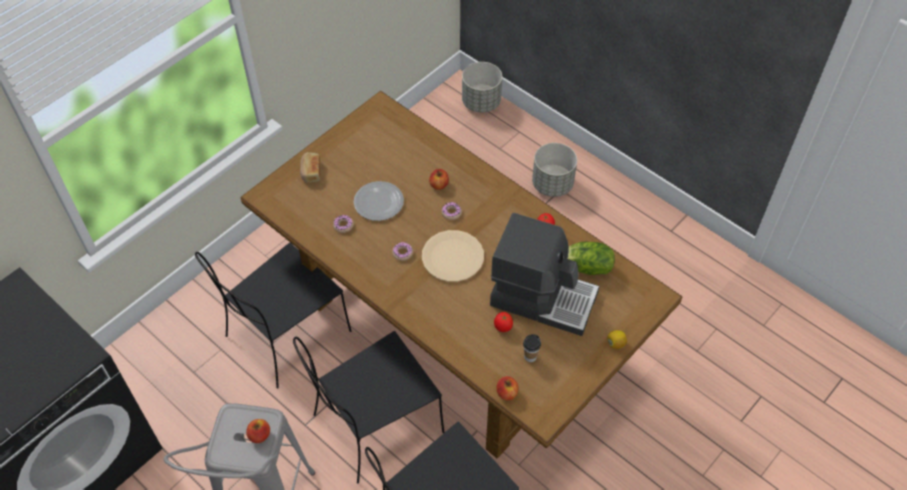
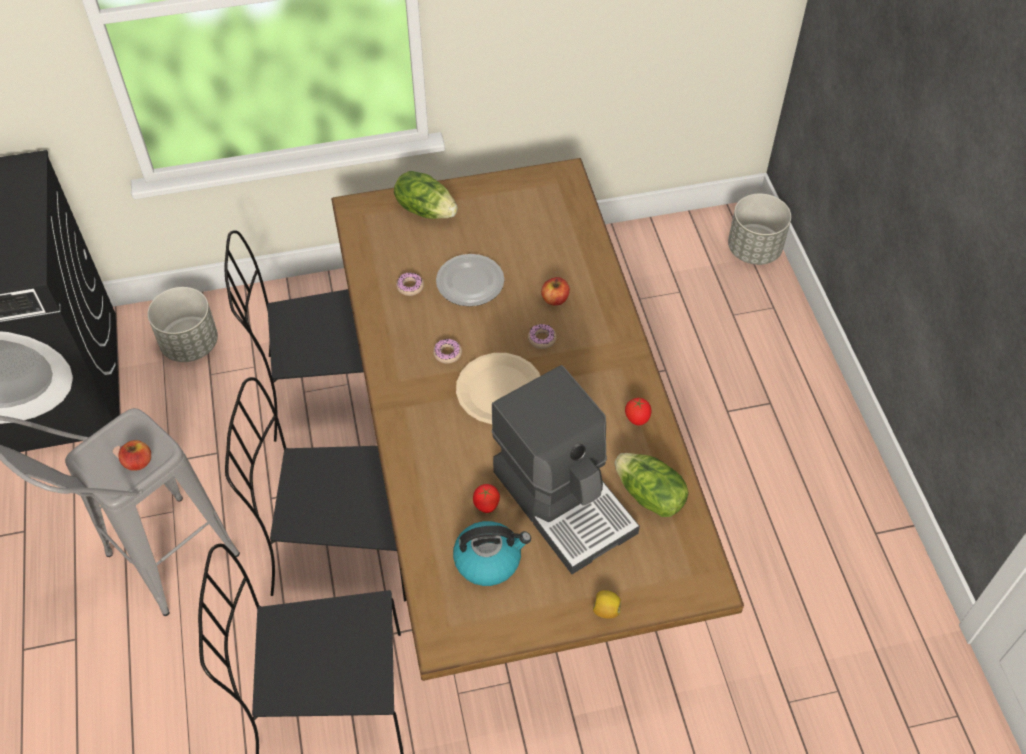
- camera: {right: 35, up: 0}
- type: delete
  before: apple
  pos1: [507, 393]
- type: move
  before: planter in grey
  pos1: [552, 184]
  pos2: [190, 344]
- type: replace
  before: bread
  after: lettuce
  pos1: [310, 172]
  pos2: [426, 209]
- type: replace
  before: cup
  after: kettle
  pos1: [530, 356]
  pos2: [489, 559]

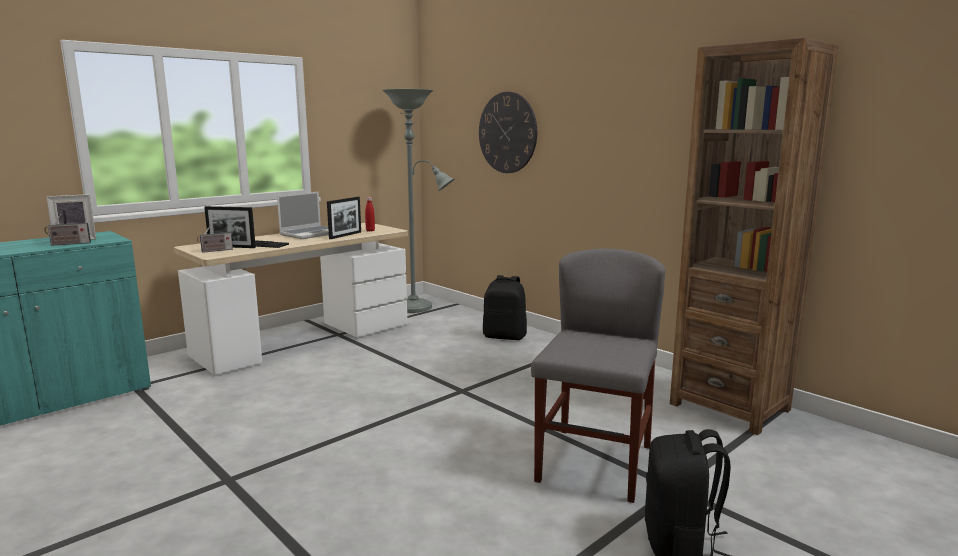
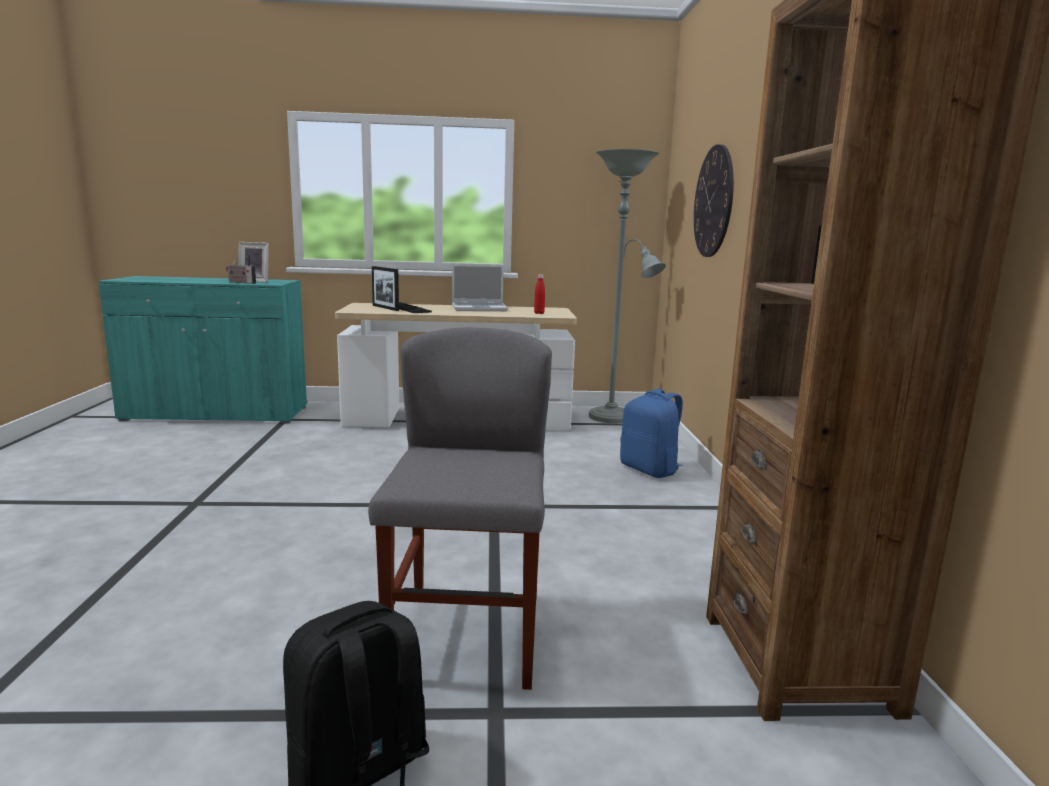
- camera: {right: 40, up: 0}
- type: delete
  before: radio
  pos1: [215, 250]
- type: delete
  before: picture frame
  pos1: [345, 235]
- type: recolor
  before: backpack in black
  after: backpack in blue
  pos1: [505, 336]
  pos2: [650, 470]
- type: rotate
  before: chair in grey
  pos1: [594, 463]
  pos2: [467, 634]
  turn: -60

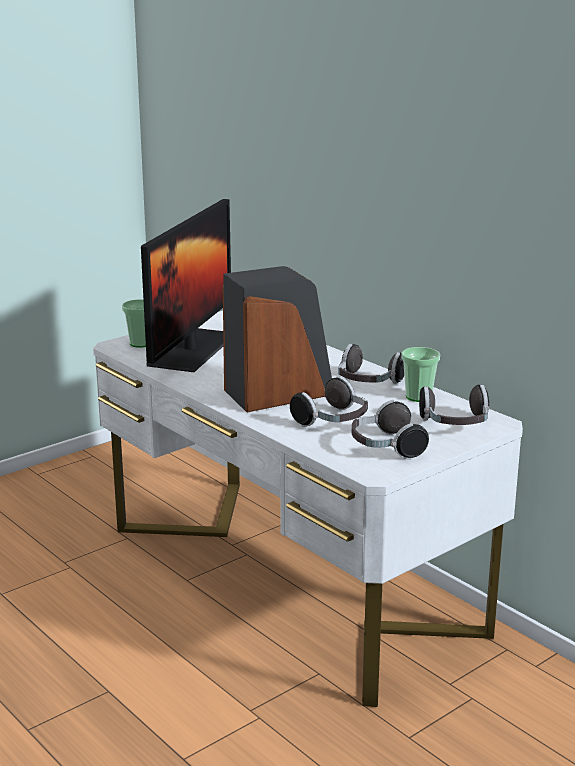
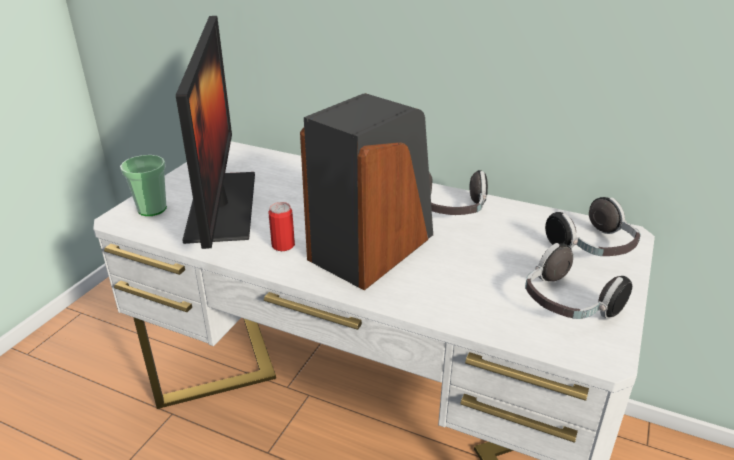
- camera: {right: -25, up: 10}
- type: delete
  before: headphones
  pos1: [333, 421]
- type: delete
  before: cup
  pos1: [418, 397]
- type: insert
  after: can
  pos2: [283, 245]

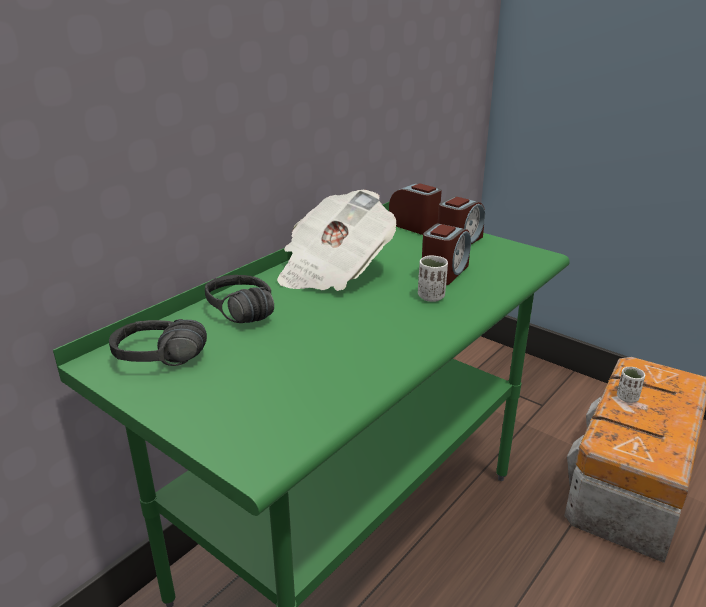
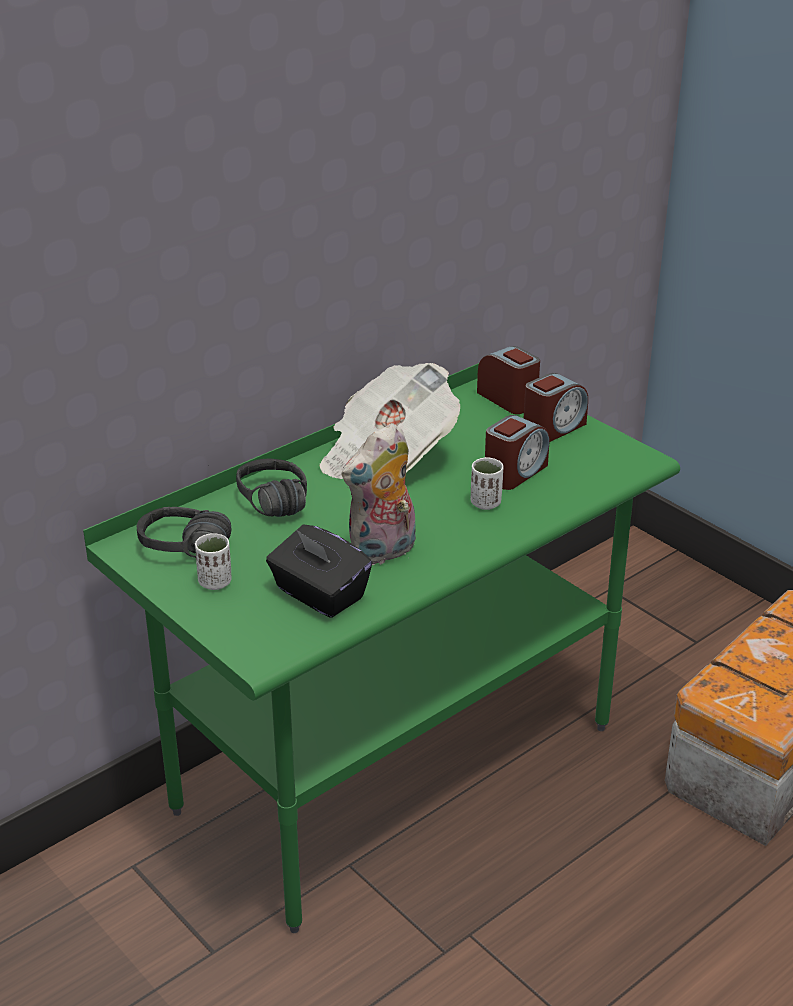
- camera: {right: 10, up: 5}
- type: insert
  after: tissue box in black
  pos2: [319, 594]
- type: insert
  after: plush toy
  pos2: [383, 552]
- type: move
  before: cup in white
  pos1: [627, 398]
  pos2: [215, 582]

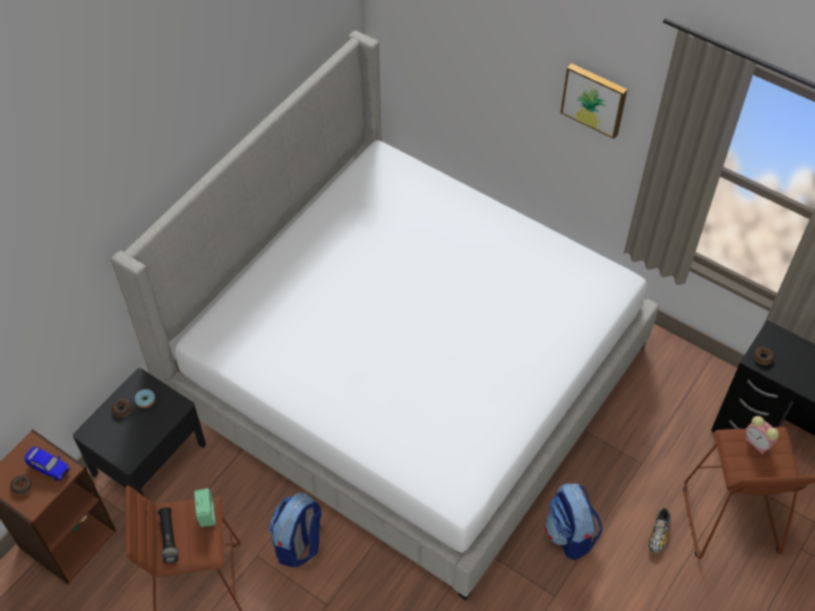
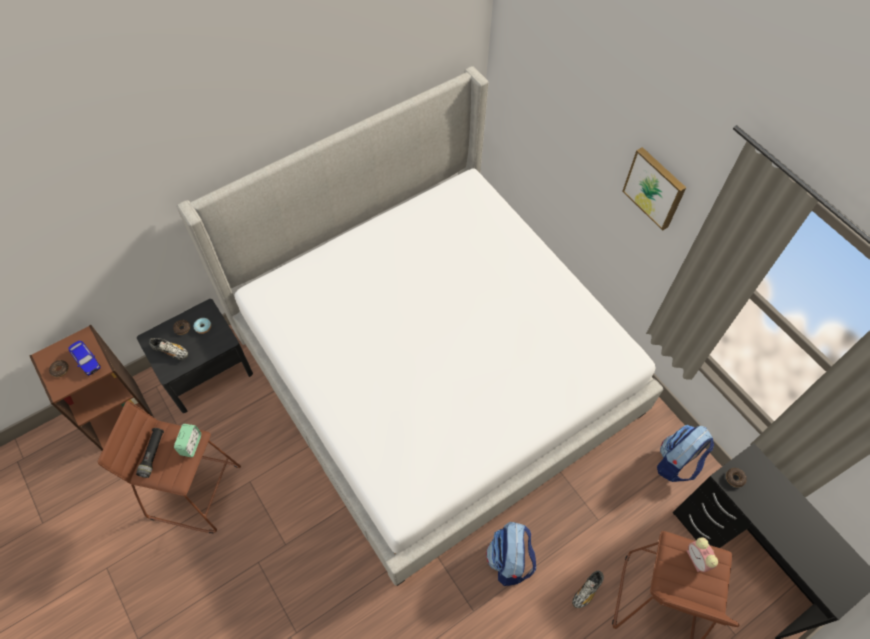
- camera: {right: 20, up: 5}
- type: insert
  after: shoe
  pos2: [171, 351]
- type: move
  before: backpack
  pos1: [299, 544]
  pos2: [676, 463]

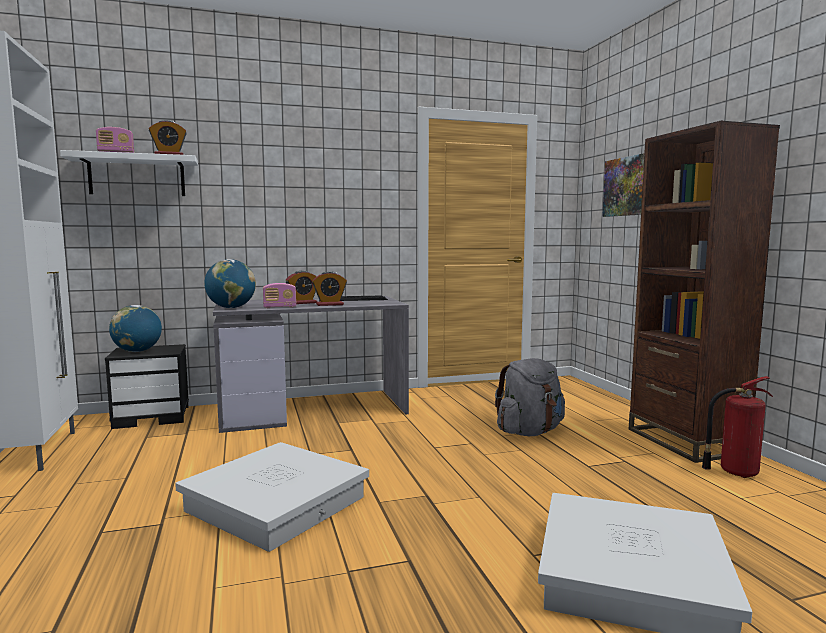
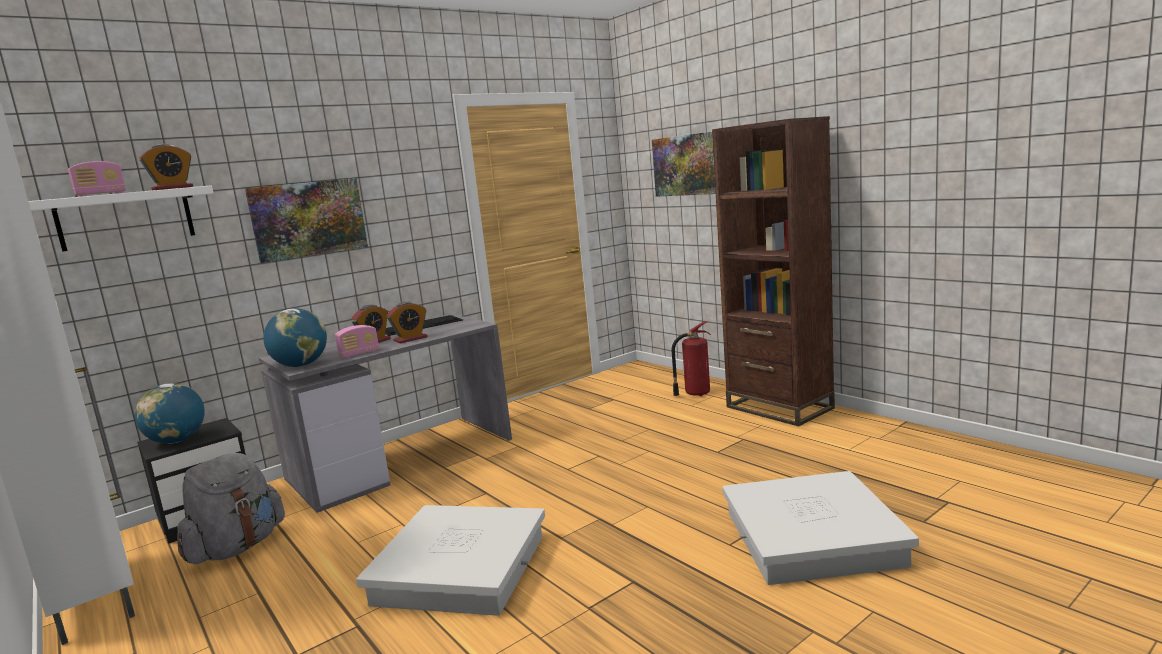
- camera: {right: -20, up: 5}
- type: insert
  after: picture
  pos2: [308, 219]
- type: move
  before: backpack in grey
  pos1: [529, 432]
  pos2: [237, 548]
- type: move
  before: fire extinguisher
  pos1: [735, 472]
  pos2: [695, 393]

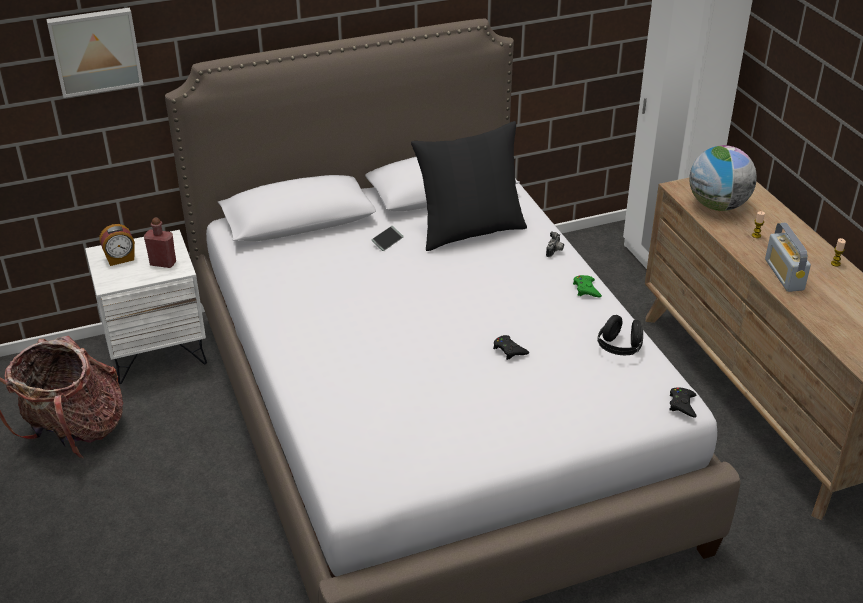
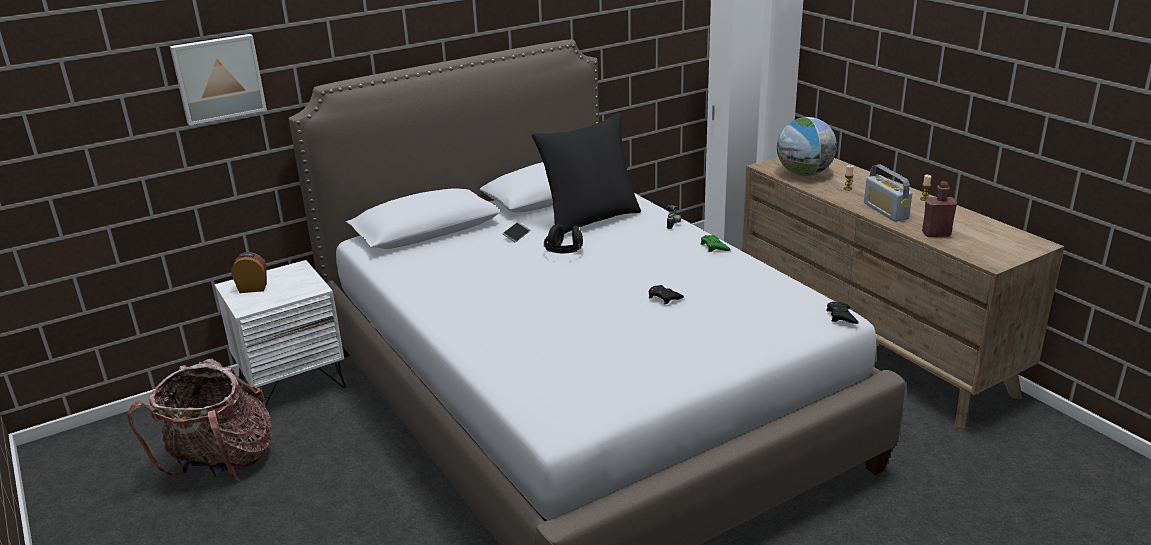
- camera: {right: -10, up: -10}
- type: move
  before: bottle in red
  pos1: [163, 263]
  pos2: [936, 234]
- type: move
  before: headphones in black
  pos1: [619, 348]
  pos2: [564, 252]
- type: rotate
  before: alarm clock
  pos1: [120, 259]
  pos2: [253, 288]
  turn: -150

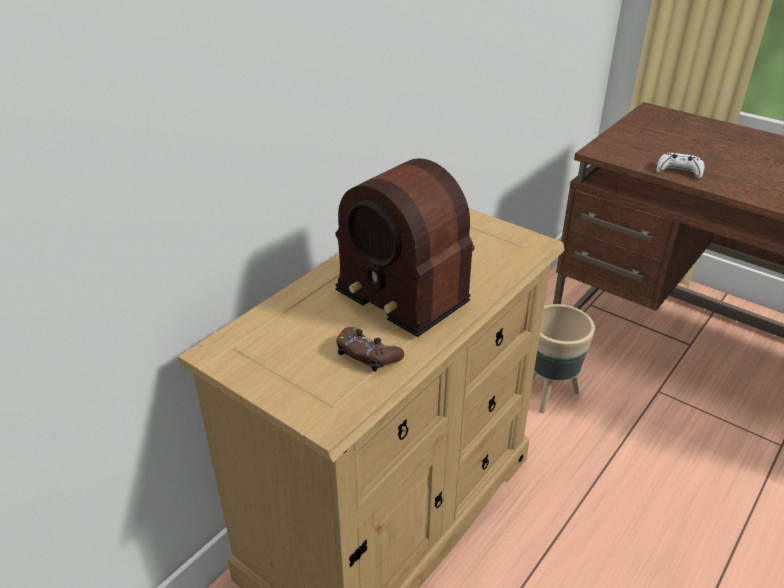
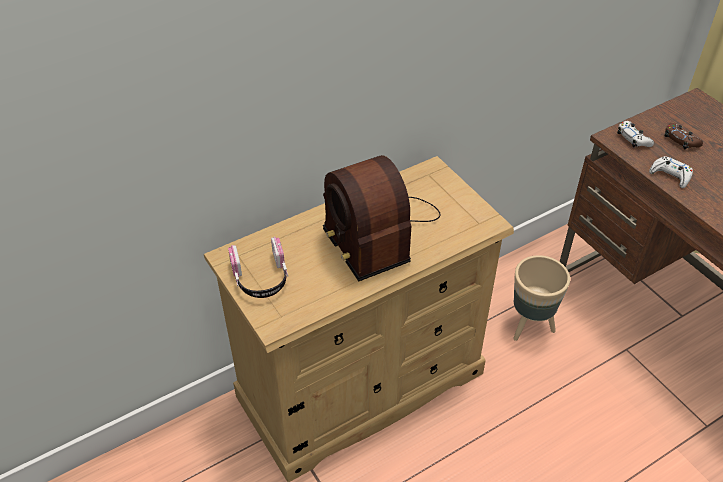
- camera: {right: 20, up: 10}
- type: insert
  after: headphones
  pos2: [261, 278]
- type: insert
  after: game controller in white
  pos2: [633, 139]
- type: move
  before: game controller in brown
  pos1: [368, 355]
  pos2: [681, 140]

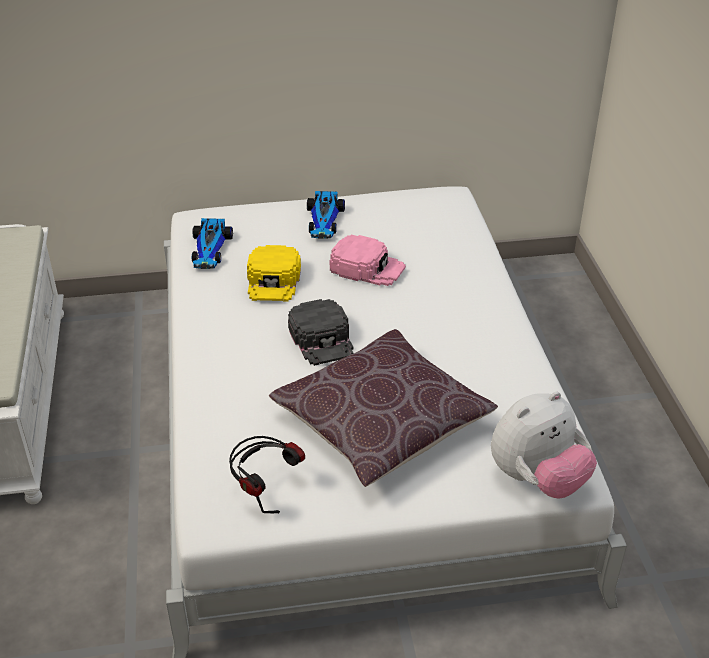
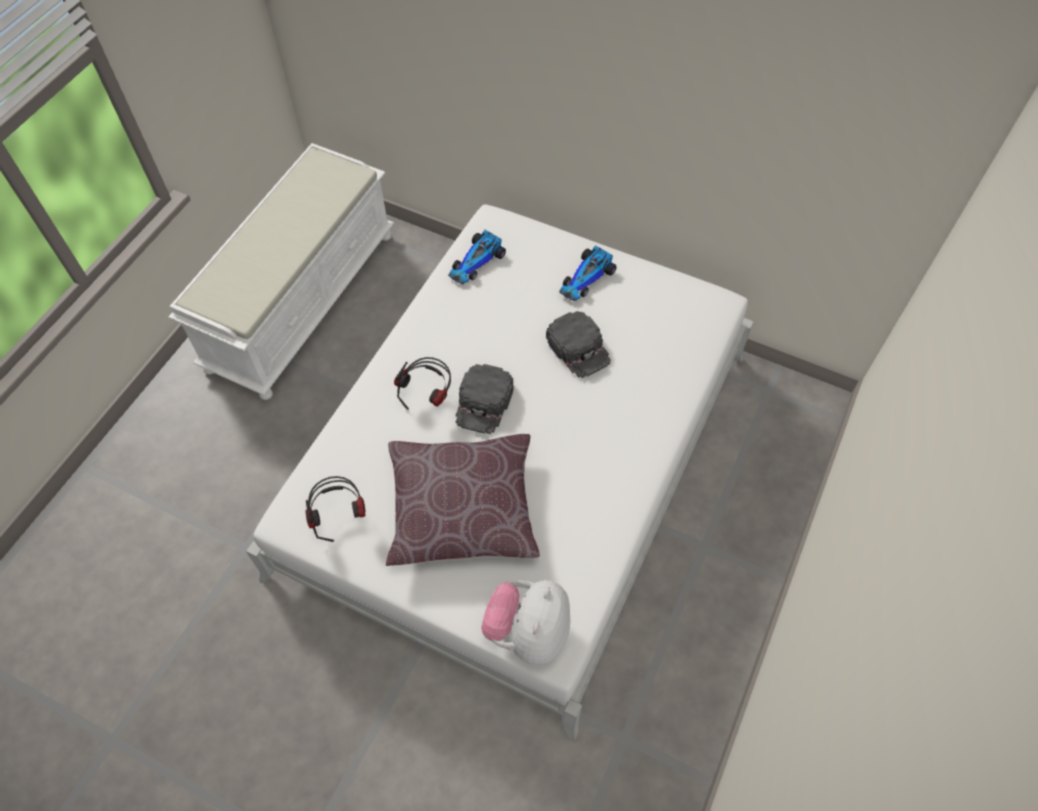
- camera: {right: 35, up: 20}
- type: delete
  before: cap in yellow
  pos1: [274, 280]
- type: insert
  after: headphones
  pos2: [428, 396]
- type: recolor
  before: cap in pink
  after: cap in black
  pos1: [367, 267]
  pos2: [579, 348]
- type: rotate
  before: plush toy
  pos1: [537, 479]
  pos2: [528, 632]
  turn: 105

